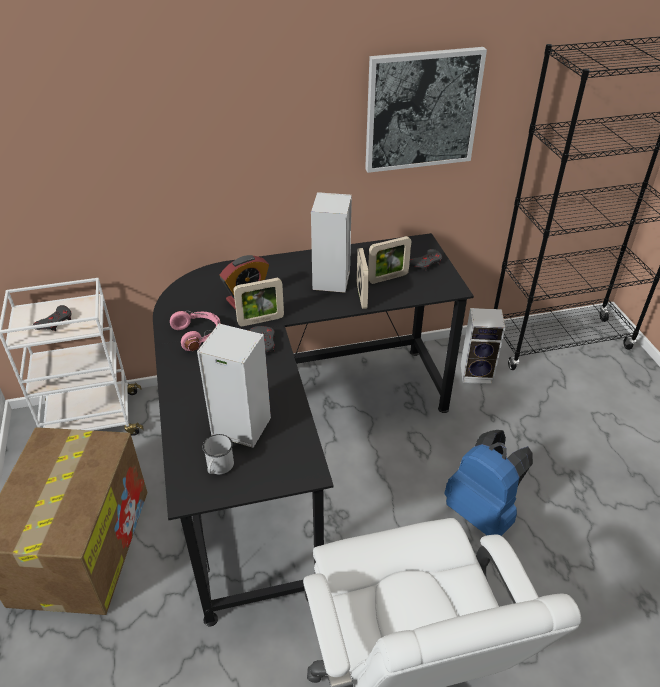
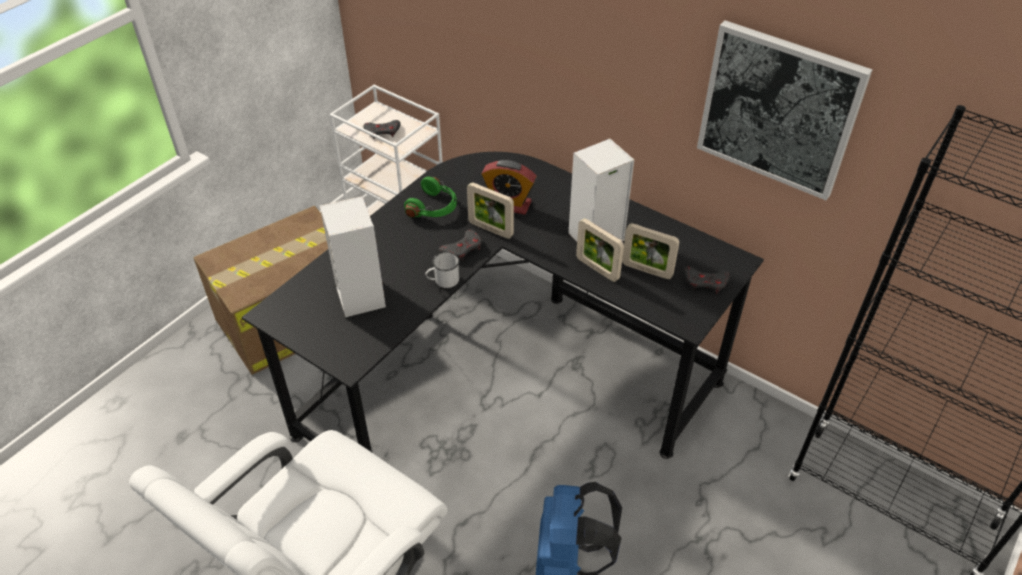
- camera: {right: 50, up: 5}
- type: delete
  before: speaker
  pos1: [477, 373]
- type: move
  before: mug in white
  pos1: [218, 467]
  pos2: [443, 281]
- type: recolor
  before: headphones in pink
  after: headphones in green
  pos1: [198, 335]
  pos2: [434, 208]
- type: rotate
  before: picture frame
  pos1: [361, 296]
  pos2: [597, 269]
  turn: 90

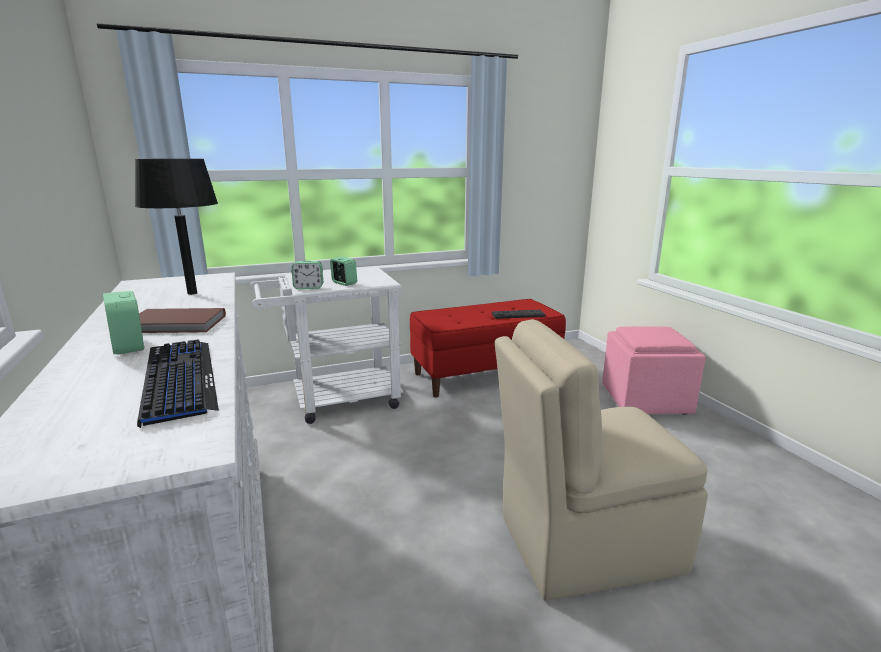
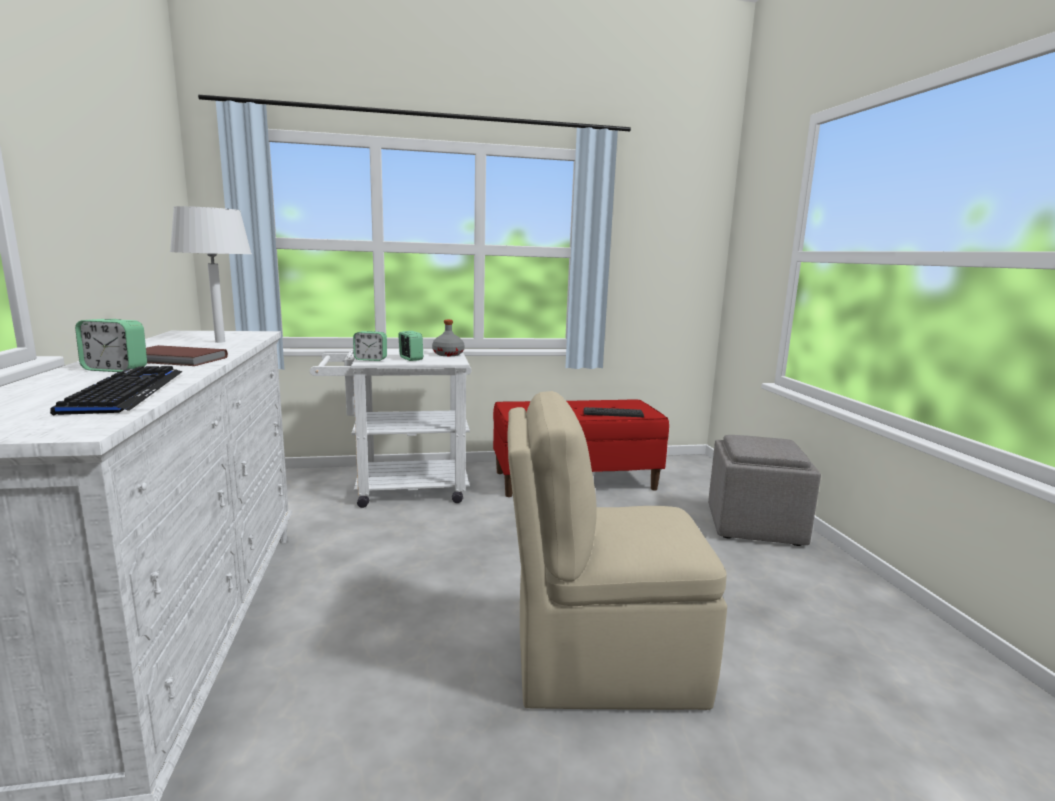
- camera: {right: 10, up: -5}
- type: insert
  after: bottle in grey
  pos2: [448, 354]
- type: recolor
  before: table lamp in black
  after: table lamp in white
  pos1: [192, 293]
  pos2: [220, 342]
- type: recolor
  before: ottoman in pink
  after: ottoman in grey
  pos1: [645, 399]
  pos2: [755, 525]
- type: rotate
  before: alarm clock
  pos1: [128, 346]
  pos2: [115, 369]
  turn: -60

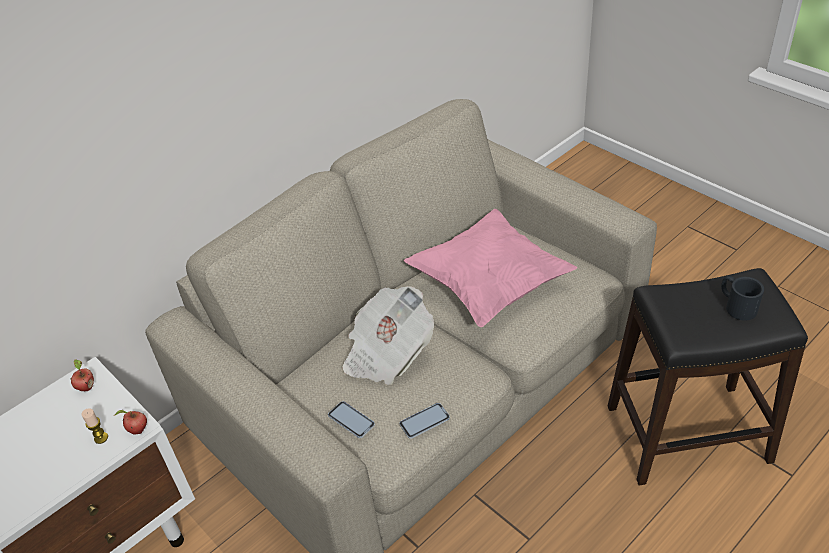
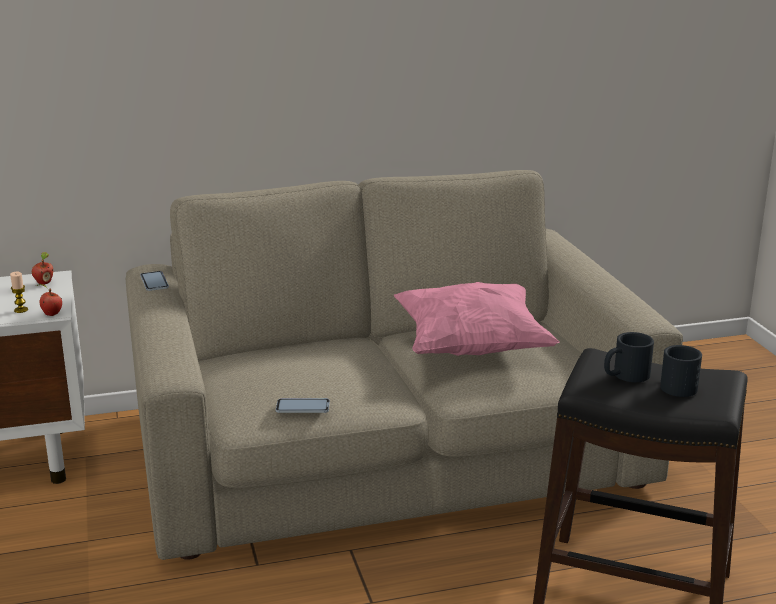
- camera: {right: 25, up: -20}
- type: delete
  before: newspaper
  pos1: [387, 353]
- type: insert
  after: mug in black
  pos2: [625, 376]
- type: move
  before: phone
  pos1: [351, 420]
  pos2: [154, 282]

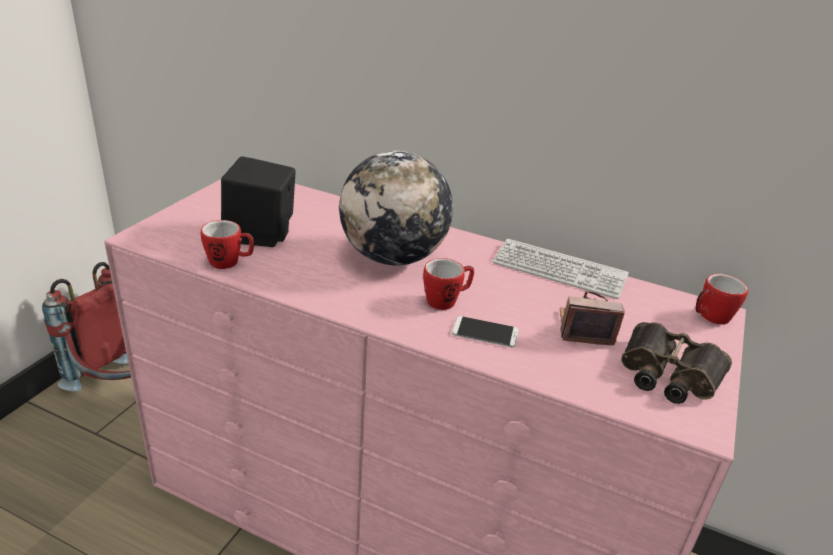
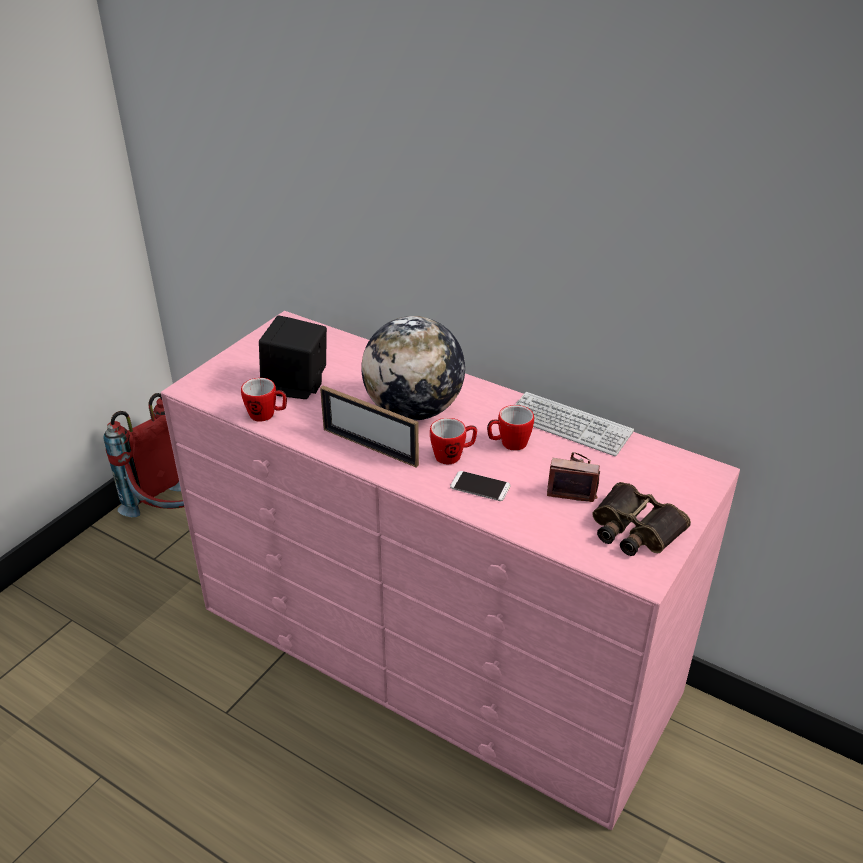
- camera: {right: 10, up: 5}
- type: insert
  after: picture frame
  pos2: [370, 447]
- type: move
  before: mug
  pos1: [710, 317]
  pos2: [508, 444]

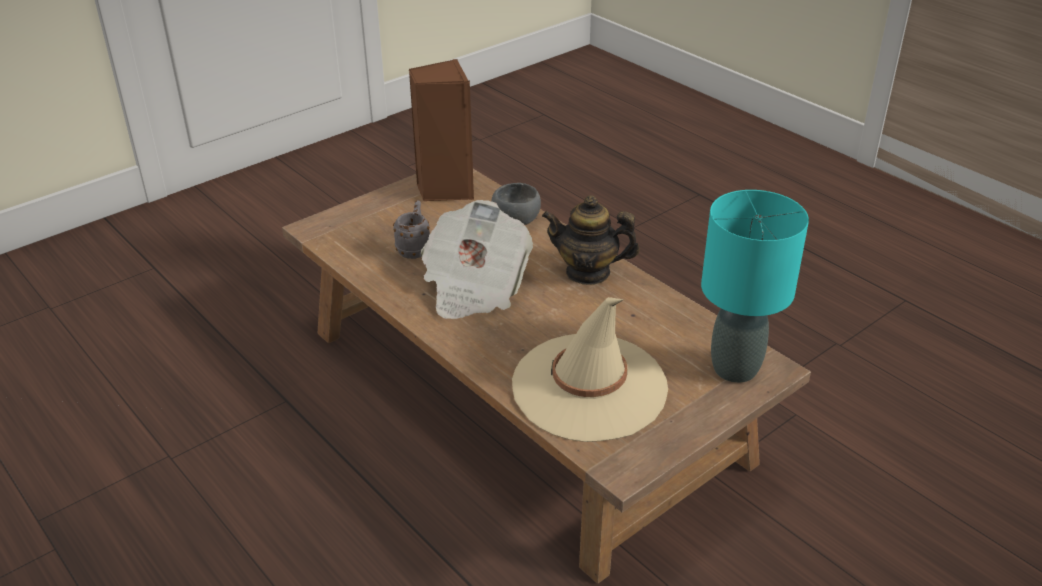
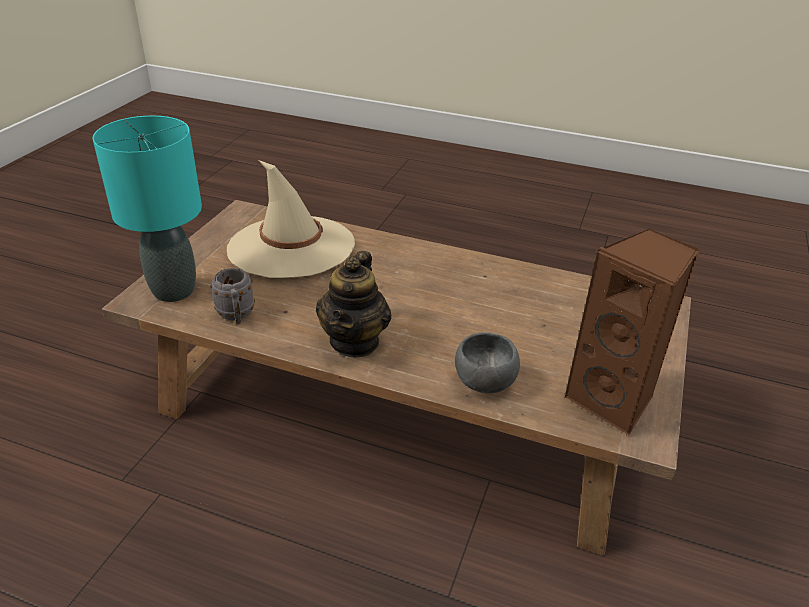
- camera: {right: 150, up: 0}
- type: delete
  before: newspaper
  pos1: [474, 287]
- type: move
  before: mug in grey
  pos1: [414, 248]
  pos2: [236, 316]
- type: rotate
  before: teapot
  pos1: [588, 272]
  pos2: [355, 341]
  turn: 120

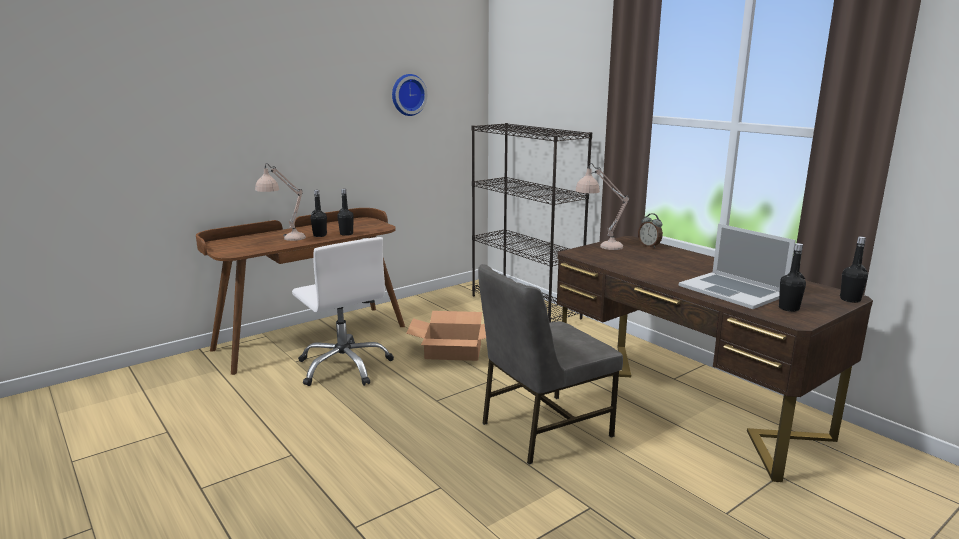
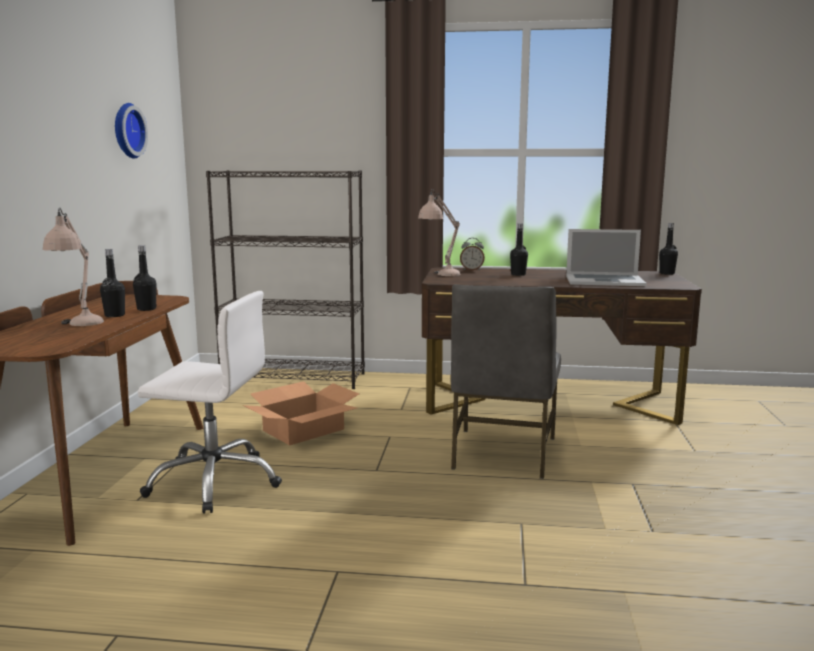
- camera: {right: -45, up: -5}
- type: move
  before: bottle in black
  pos1: [788, 308]
  pos2: [518, 275]

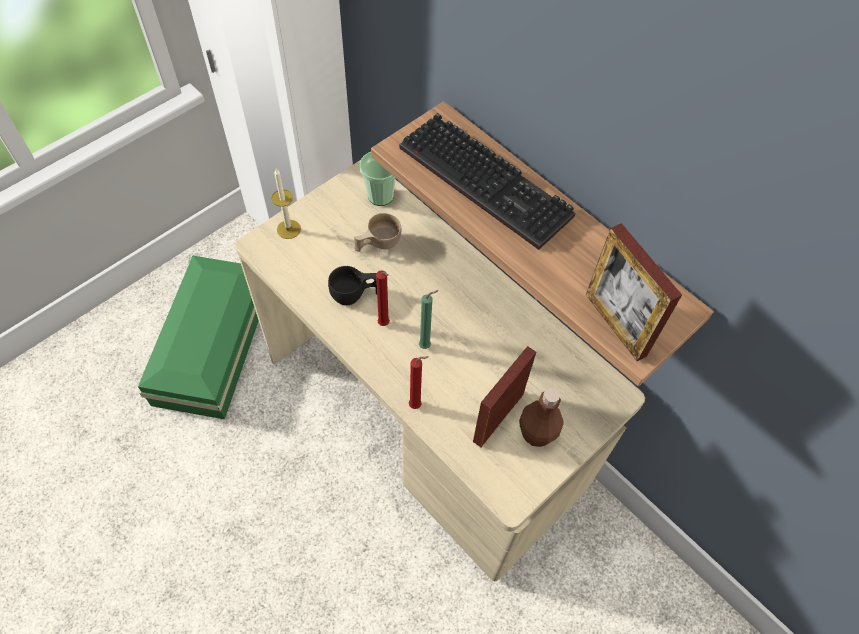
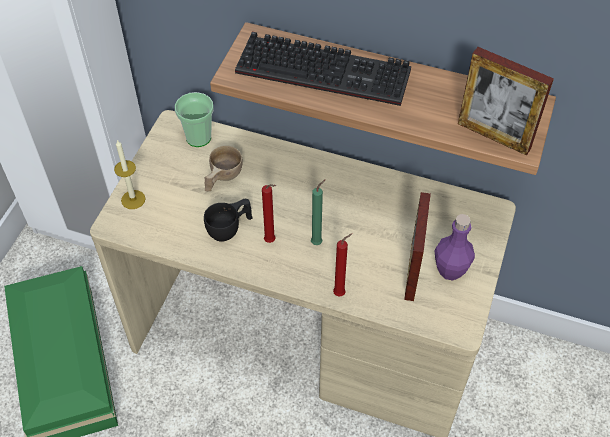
- camera: {right: -25, up: -5}
- type: recolor
  before: bottle in brown
  after: bottle in purple
  pos1: [536, 434]
  pos2: [450, 270]

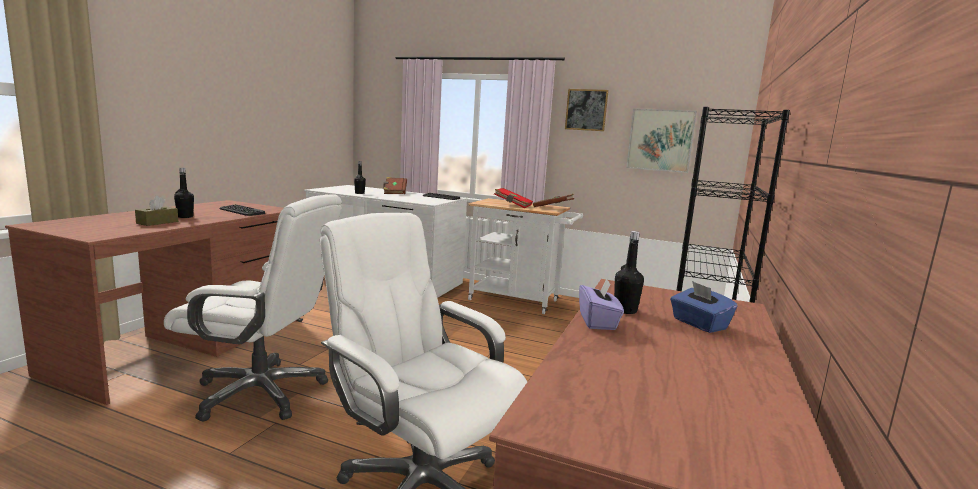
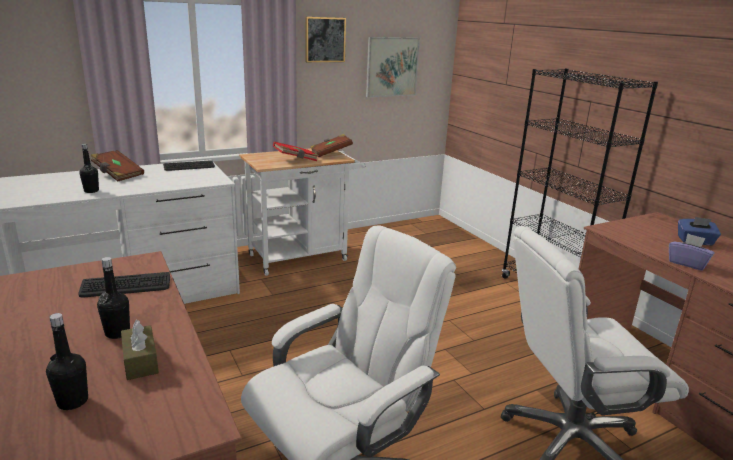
- camera: {right: -50, up: 10}
- type: move
  before: bottle in black
  pos1: [625, 310]
  pos2: [72, 401]

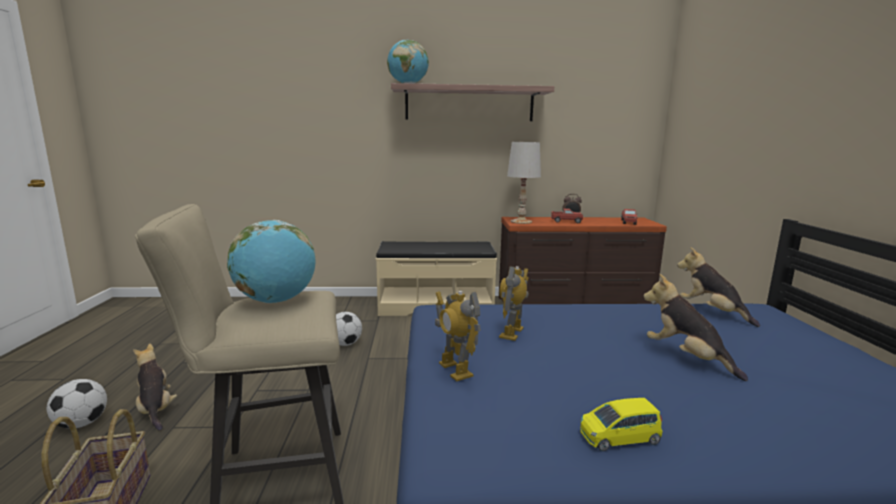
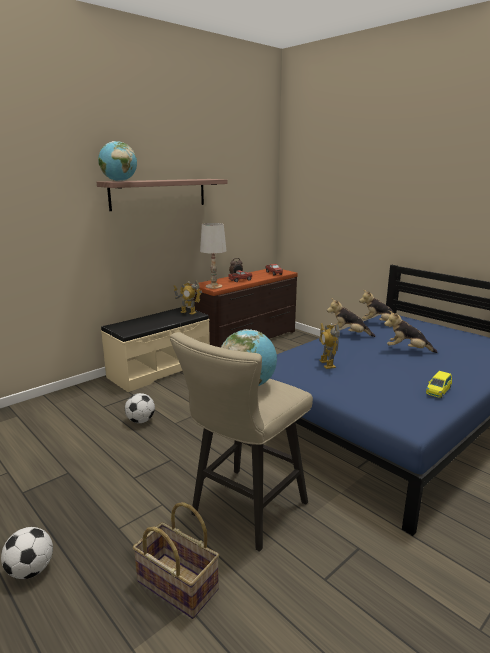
- camera: {right: -40, up: 5}
- type: move
  before: plush toy
  pos1: [156, 409]
  pos2: [348, 334]
- type: move
  before: toy robot
  pos1: [455, 369]
  pos2: [188, 312]

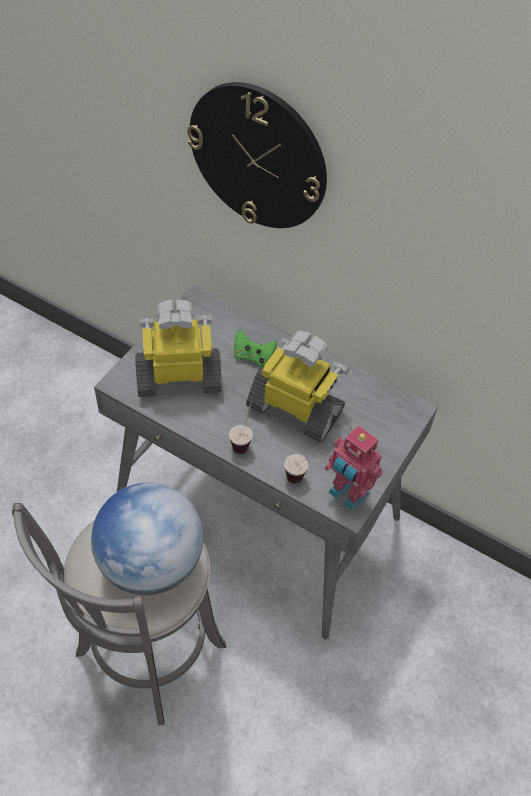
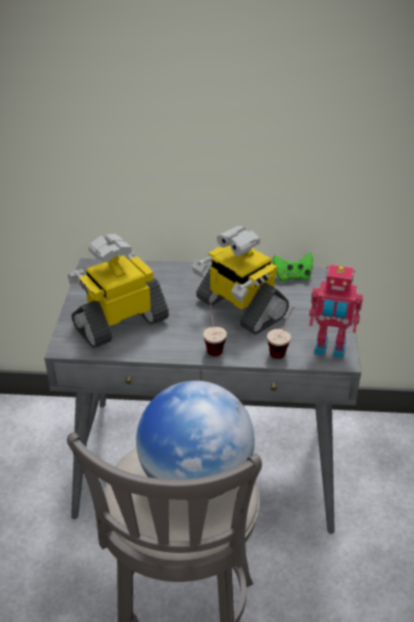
- camera: {right: -25, up: -15}
- type: delete
  before: wall clock
  pos1: [258, 157]
- type: move
  before: game controller in green
  pos1: [253, 357]
  pos2: [292, 277]
- type: rotate
  before: toy robot
  pos1: [296, 409]
  pos2: [239, 308]
  turn: -135

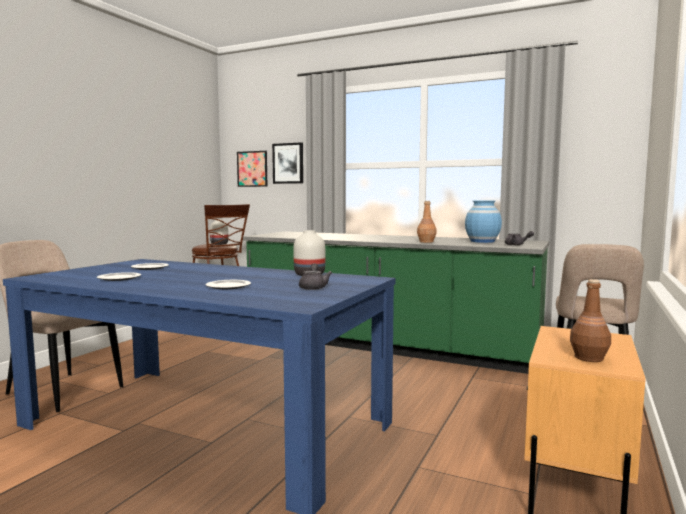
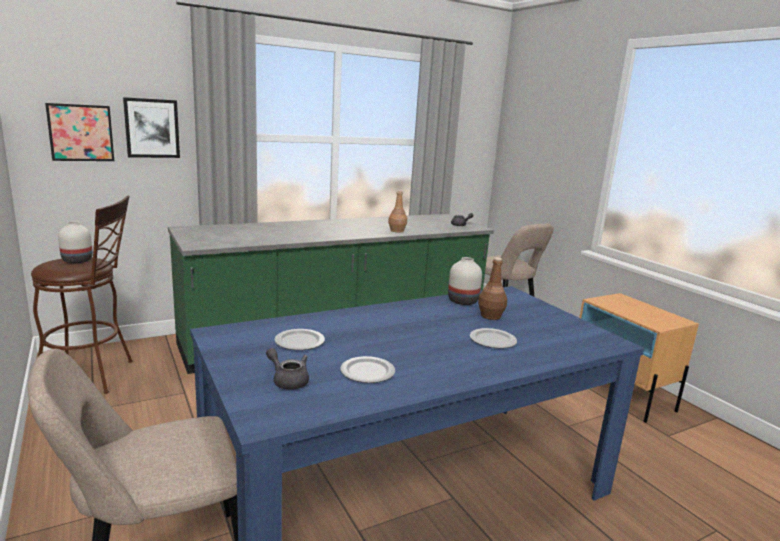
- camera: {right: -55, up: 10}
- type: delete
  before: vase in blue
  pos1: [482, 241]
- type: move
  before: teapot in grey
  pos1: [313, 287]
  pos2: [288, 380]
- type: move
  before: bottle in brown
  pos1: [588, 357]
  pos2: [490, 316]

